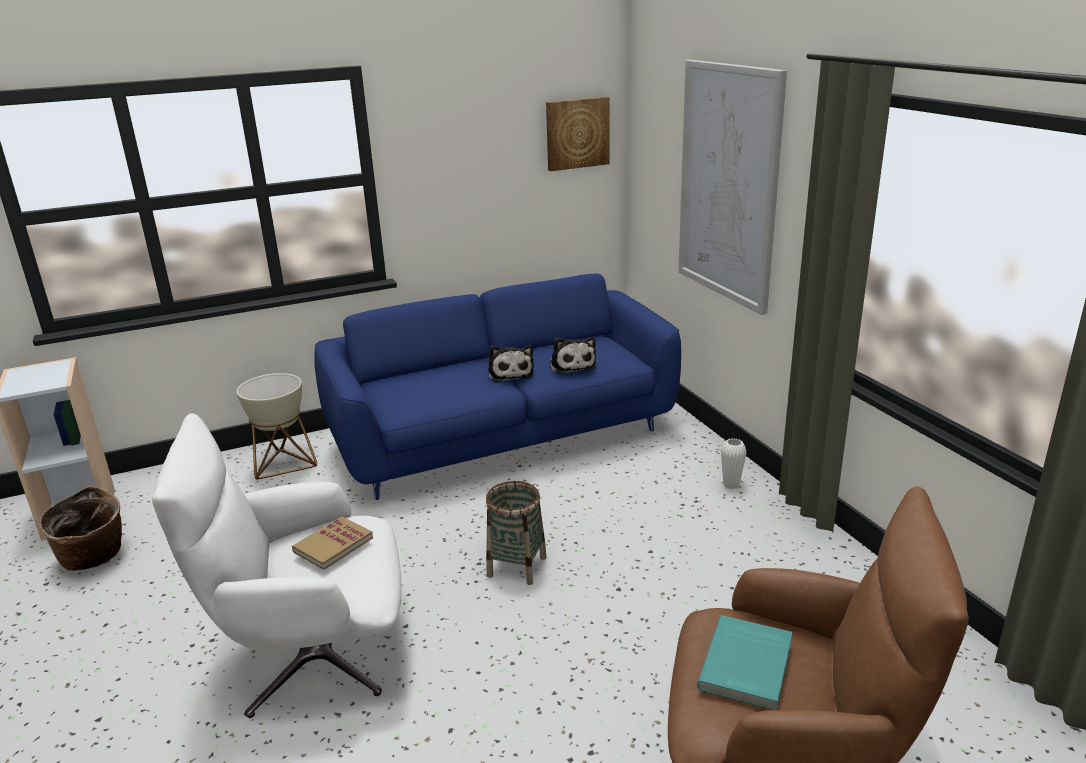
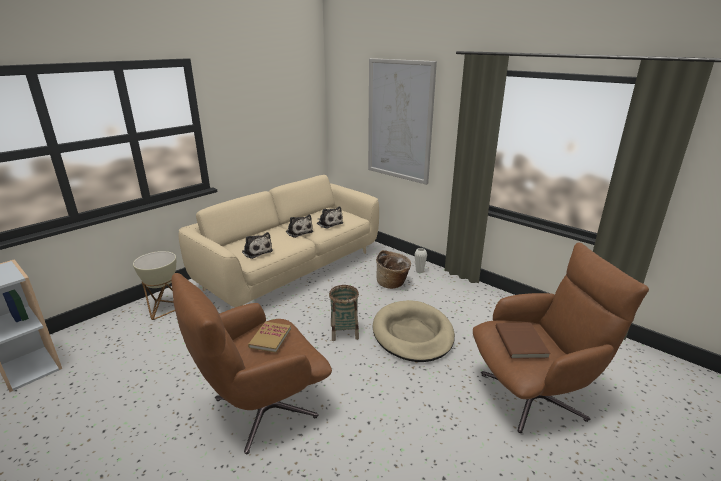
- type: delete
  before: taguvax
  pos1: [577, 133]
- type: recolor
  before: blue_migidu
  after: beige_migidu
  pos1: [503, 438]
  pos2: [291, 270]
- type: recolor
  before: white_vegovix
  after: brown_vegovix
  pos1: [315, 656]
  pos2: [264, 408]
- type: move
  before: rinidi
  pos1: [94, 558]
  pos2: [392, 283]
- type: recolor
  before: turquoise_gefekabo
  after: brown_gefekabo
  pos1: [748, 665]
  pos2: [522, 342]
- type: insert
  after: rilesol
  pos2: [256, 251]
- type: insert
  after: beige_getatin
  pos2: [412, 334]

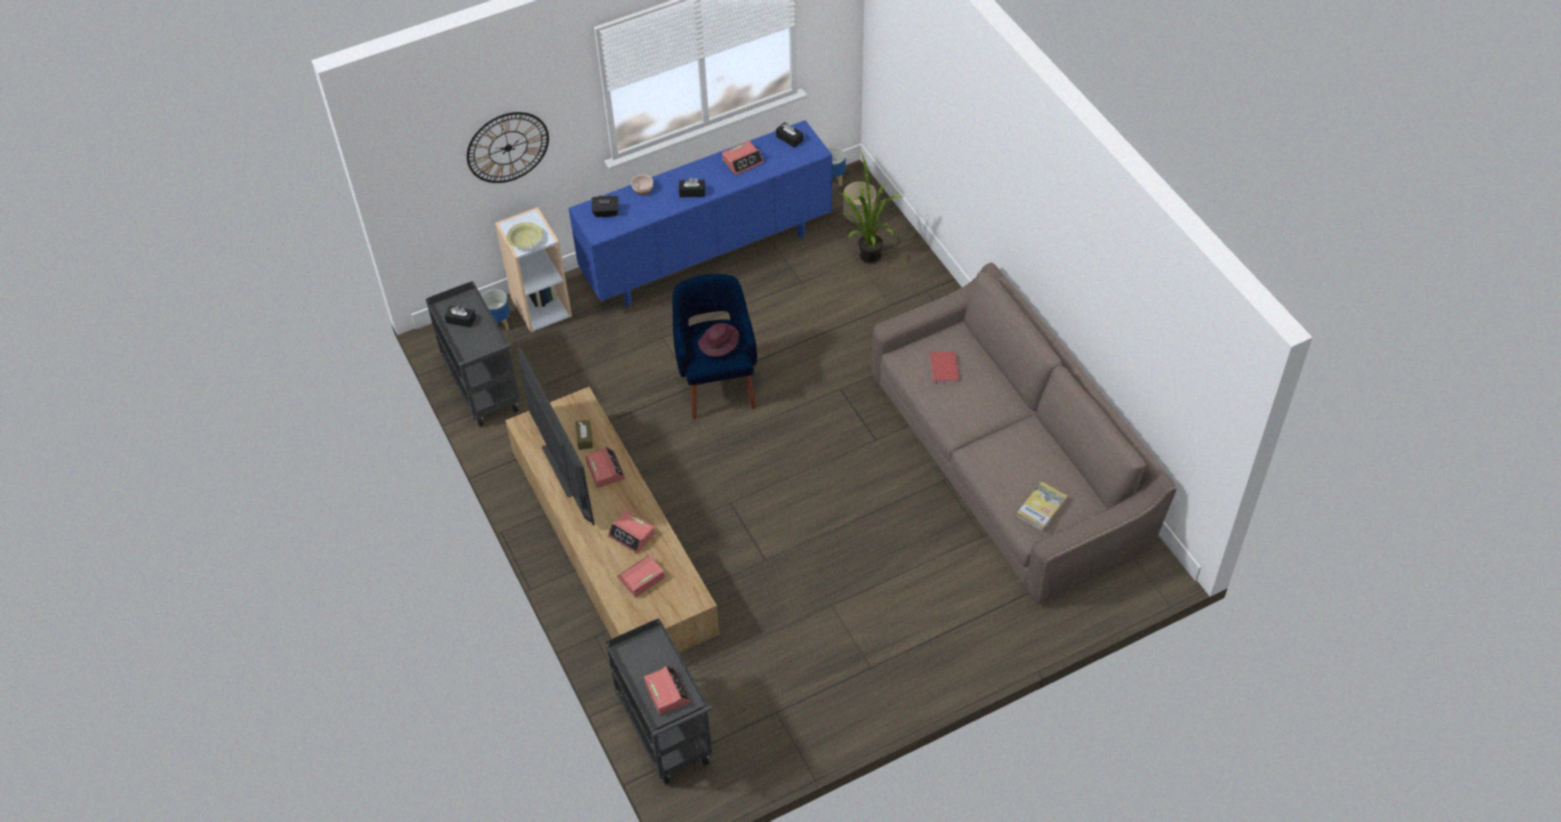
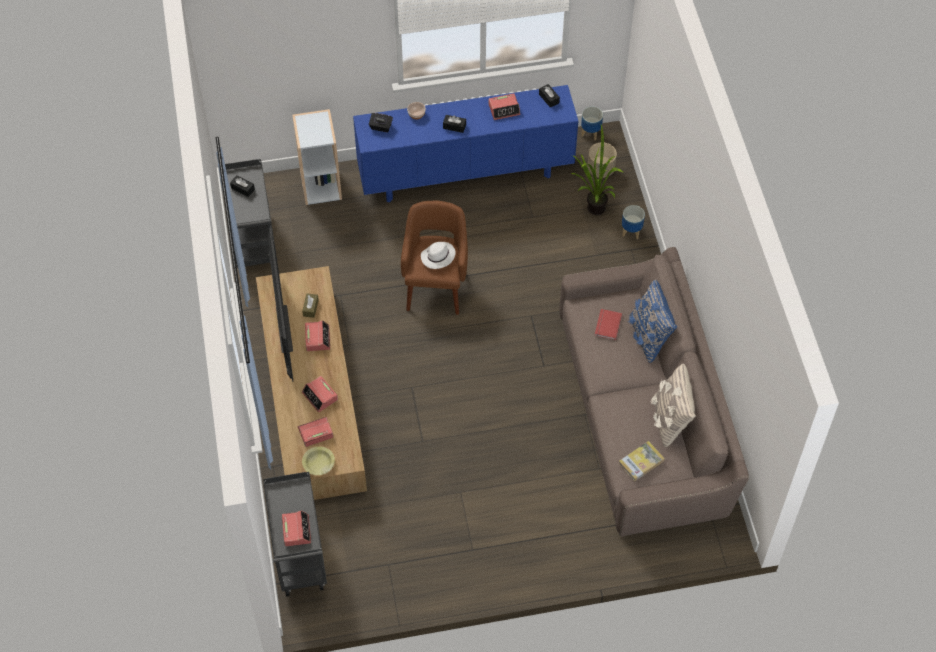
- type: delete
  before: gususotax
  pos1: [508, 147]
- type: move
  before: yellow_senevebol
  pos1: [525, 240]
  pos2: [318, 463]
- type: recolor
  before: blue_vegovix
  after: brown_vegovix
  pos1: [717, 383]
  pos2: [436, 285]
- type: move
  before: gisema
  pos1: [499, 322]
  pos2: [631, 231]
- type: recolor
  before: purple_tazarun
  after: white_tazarun
  pos1: [718, 343]
  pos2: [437, 257]
- type: insert
  after: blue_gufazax
  pos2: [648, 337]
- type: insert
  after: beige_gufazax
  pos2: [669, 420]

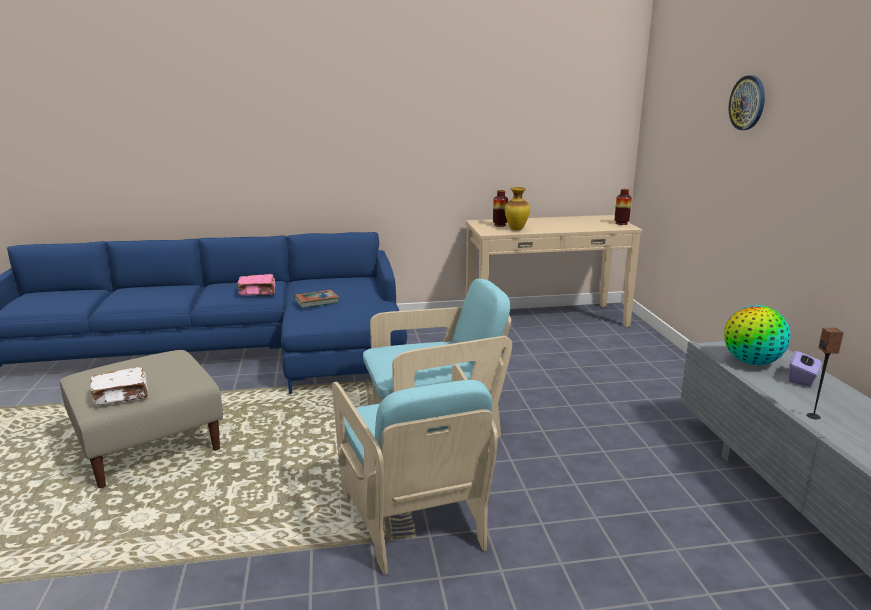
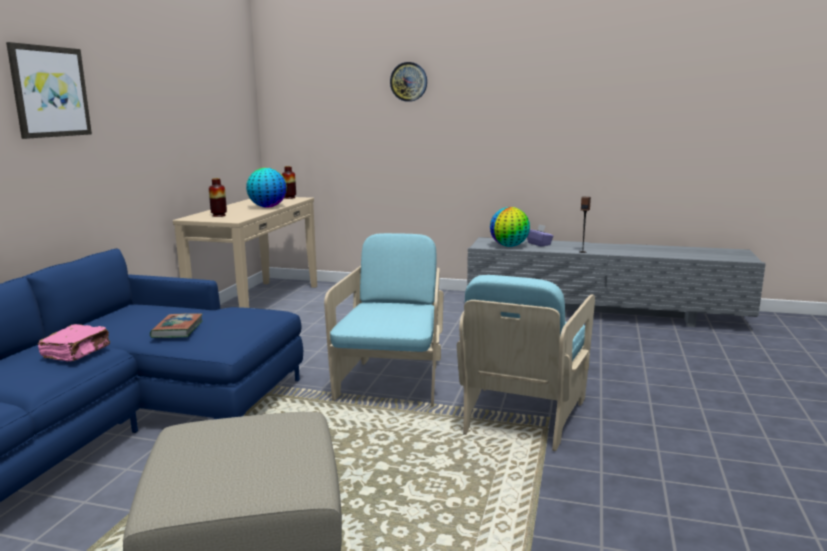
- type: delete
  before: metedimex
  pos1: [516, 229]
- type: rotate
  before: turquoise_vegovix
  pos1: [414, 516]
  pos2: [522, 414]
  turn: 105
- type: delete
  before: white_gefekabo
  pos1: [122, 395]
- type: insert
  after: taguvax
  pos2: [49, 91]
- type: insert
  after: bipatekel
  pos2: [267, 207]

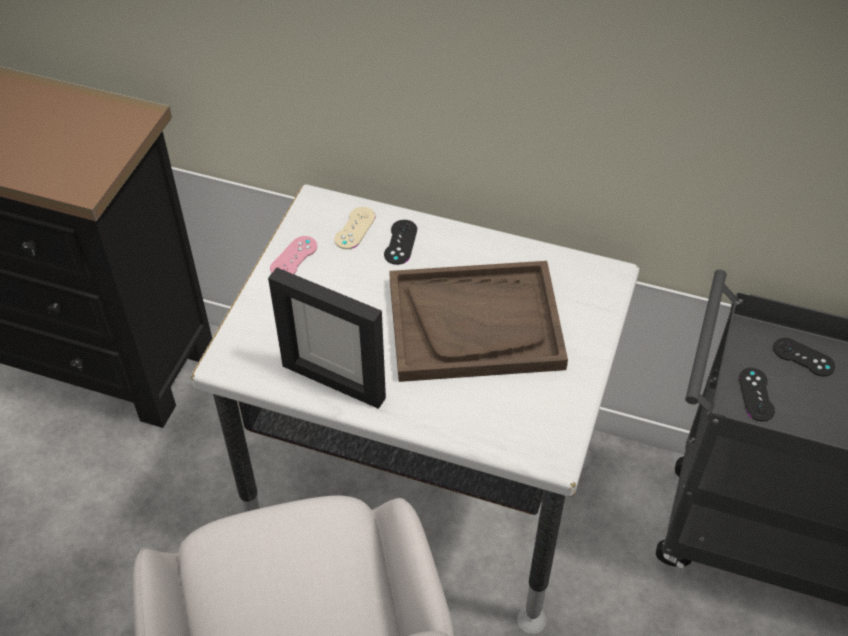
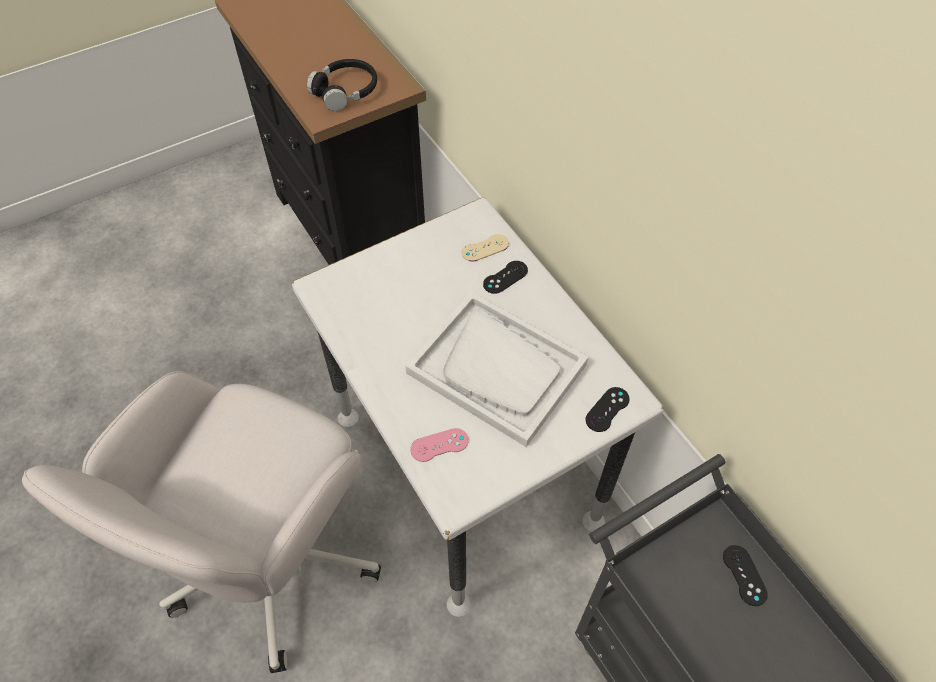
- type: move
  before: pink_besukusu
  pos1: [294, 257]
  pos2: [439, 445]
- type: recolor
  before: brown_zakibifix
  after: white_zakibifix
  pos1: [475, 324]
  pos2: [497, 369]
- type: delete
  before: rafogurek
  pos1: [335, 380]
- type: move
  before: black_besukusu
  pos1: [756, 394]
  pos2: [607, 409]
- type: insert
  after: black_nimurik
  pos2: [345, 91]

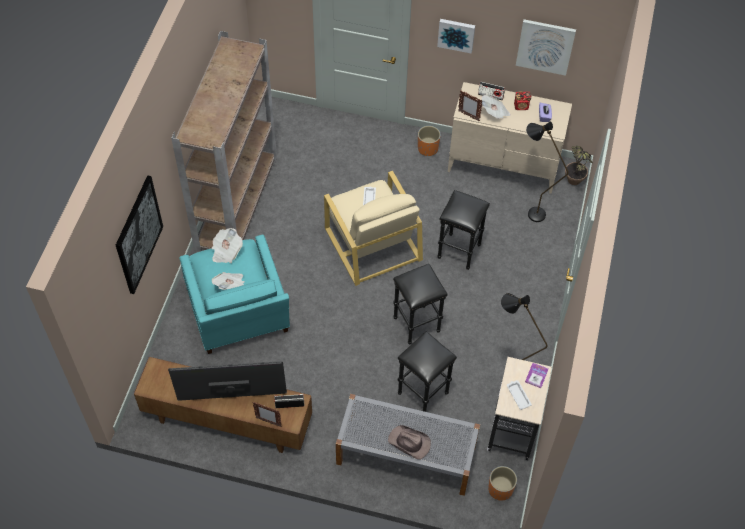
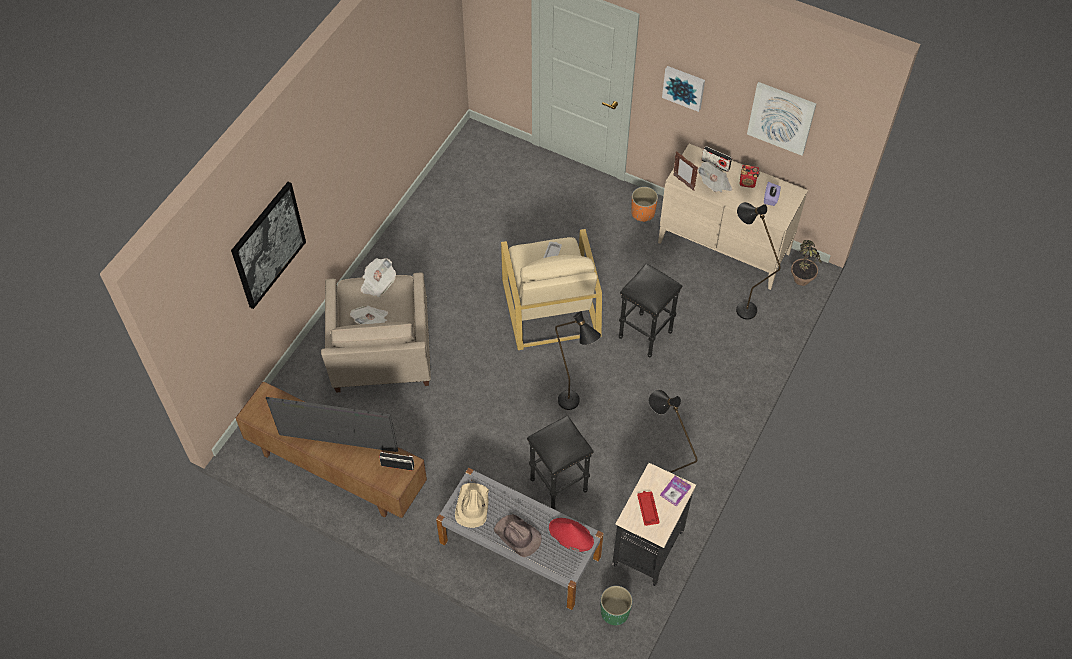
- type: delete
  before: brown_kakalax
  pos1: [236, 202]
- type: recolor
  before: turquoise_vegovix
  after: beige_vegovix
  pos1: [237, 310]
  pos2: [381, 351]
- type: replace
  before: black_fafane
  after: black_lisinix
  pos1: [417, 323]
  pos2: [574, 406]
- type: recolor
  before: white_zakibifix
  after: red_zakibifix
  pos1: [518, 395]
  pos2: [647, 509]
- type: delete
  before: rafogurek
  pos1: [268, 422]
- type: recolor
  before: orange_gisema
  after: green_gisema
  pos1: [500, 489]
  pos2: [615, 612]
- type: insert
  after: beige_tazarun
  pos2: [472, 506]
- type: insert
  after: red_tazarun
  pos2: [570, 535]

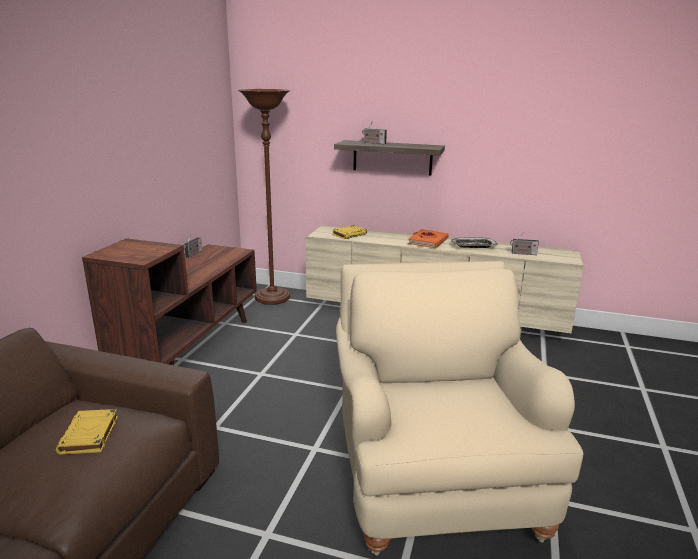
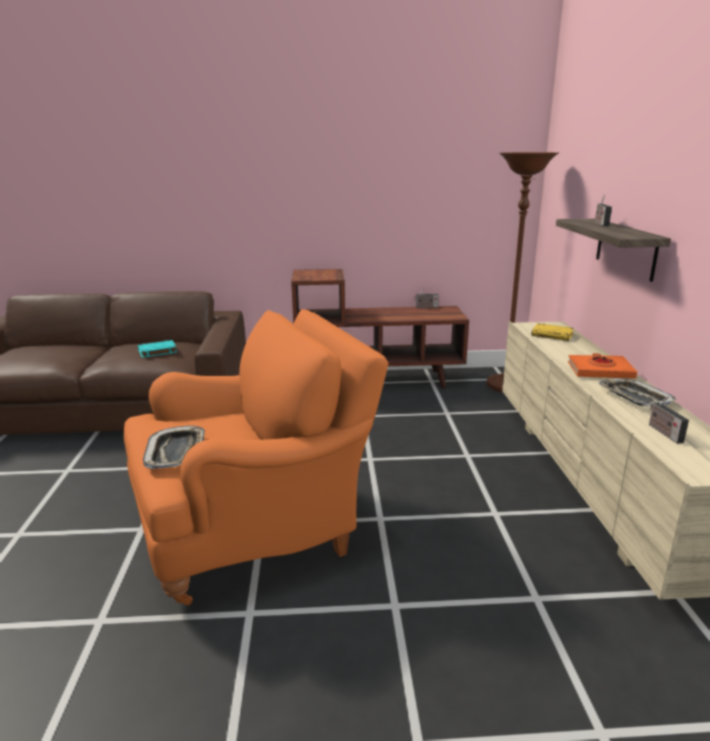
- type: recolor
  before: beige_vegovix
  after: orange_vegovix
  pos1: [433, 478]
  pos2: [256, 528]
- type: recolor
  before: yellow_gefekabo
  after: turquoise_gefekabo
  pos1: [89, 435]
  pos2: [157, 351]
- type: insert
  after: zakibifix
  pos2: [177, 452]

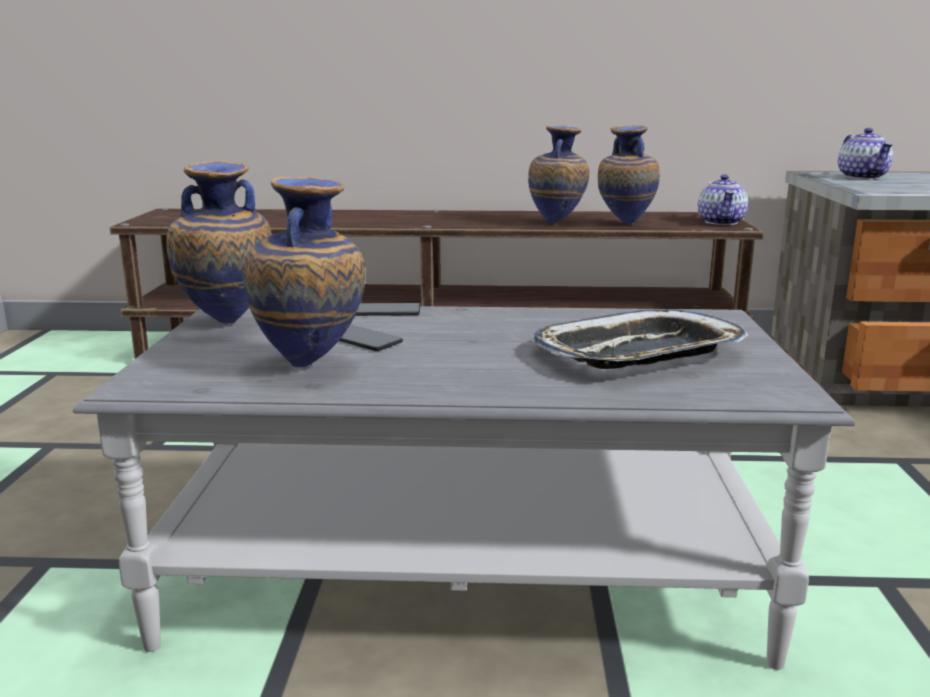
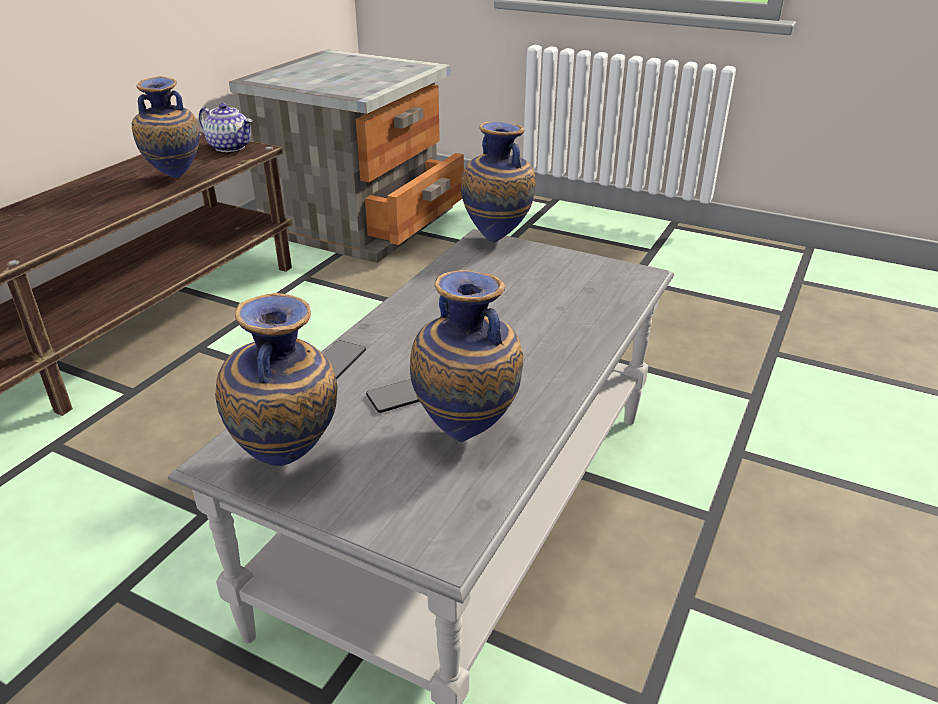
- type: move
  before: metedimex
  pos1: [557, 224]
  pos2: [498, 239]
- type: delete
  before: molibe
  pos1: [863, 177]
- type: delete
  before: zakibifix
  pos1: [638, 354]

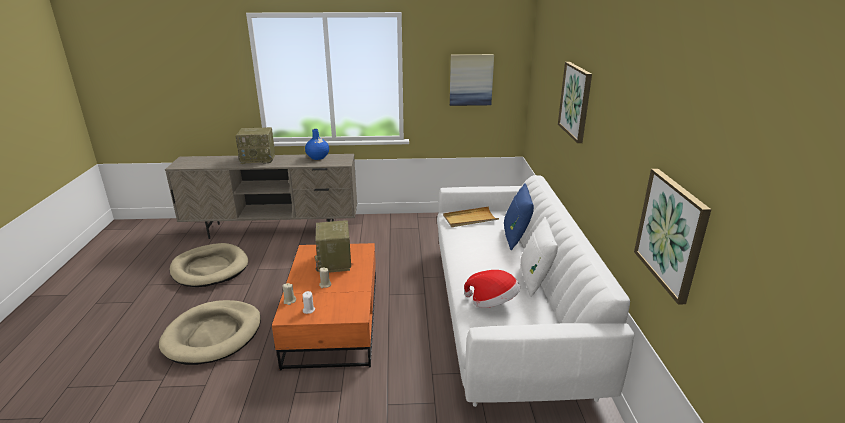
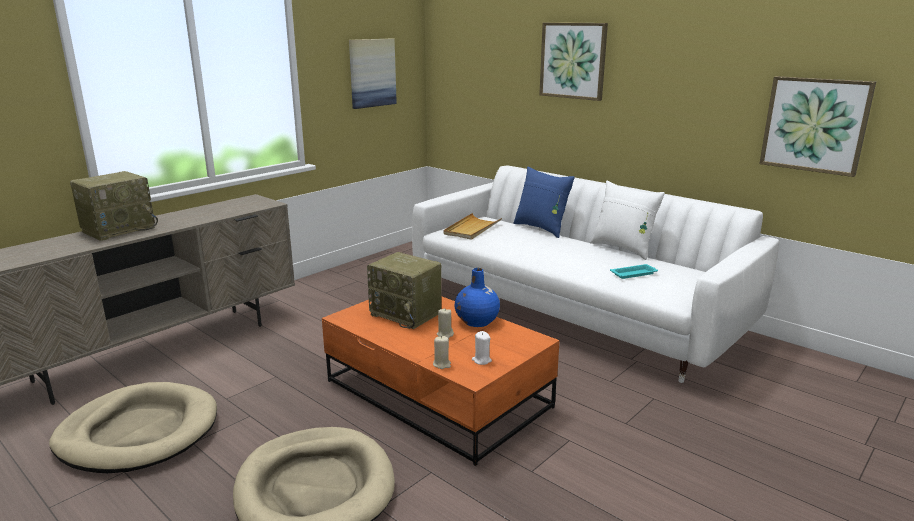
- type: move
  before: blue_metedimex
  pos1: [317, 157]
  pos2: [477, 321]
- type: replace
  before: tazarun
  after: turquoise_zakibifix
  pos1: [492, 303]
  pos2: [634, 274]

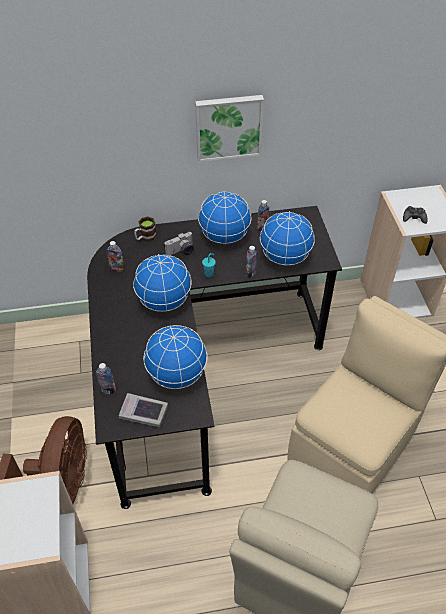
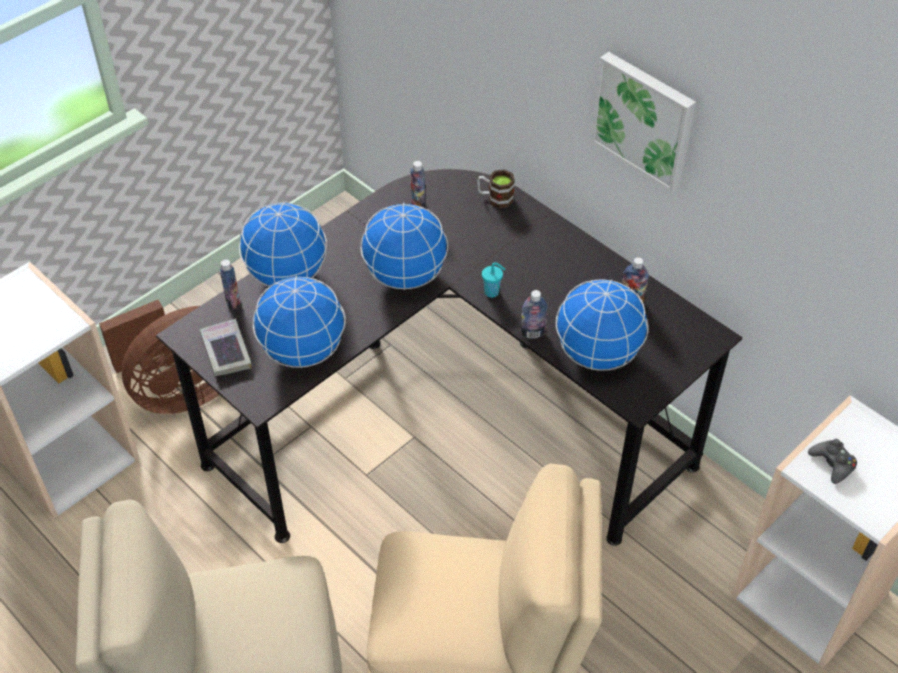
- type: move
  before: bipatekel
  pos1: [224, 237]
  pos2: [287, 275]
- type: delete
  before: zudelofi
  pos1: [181, 251]

